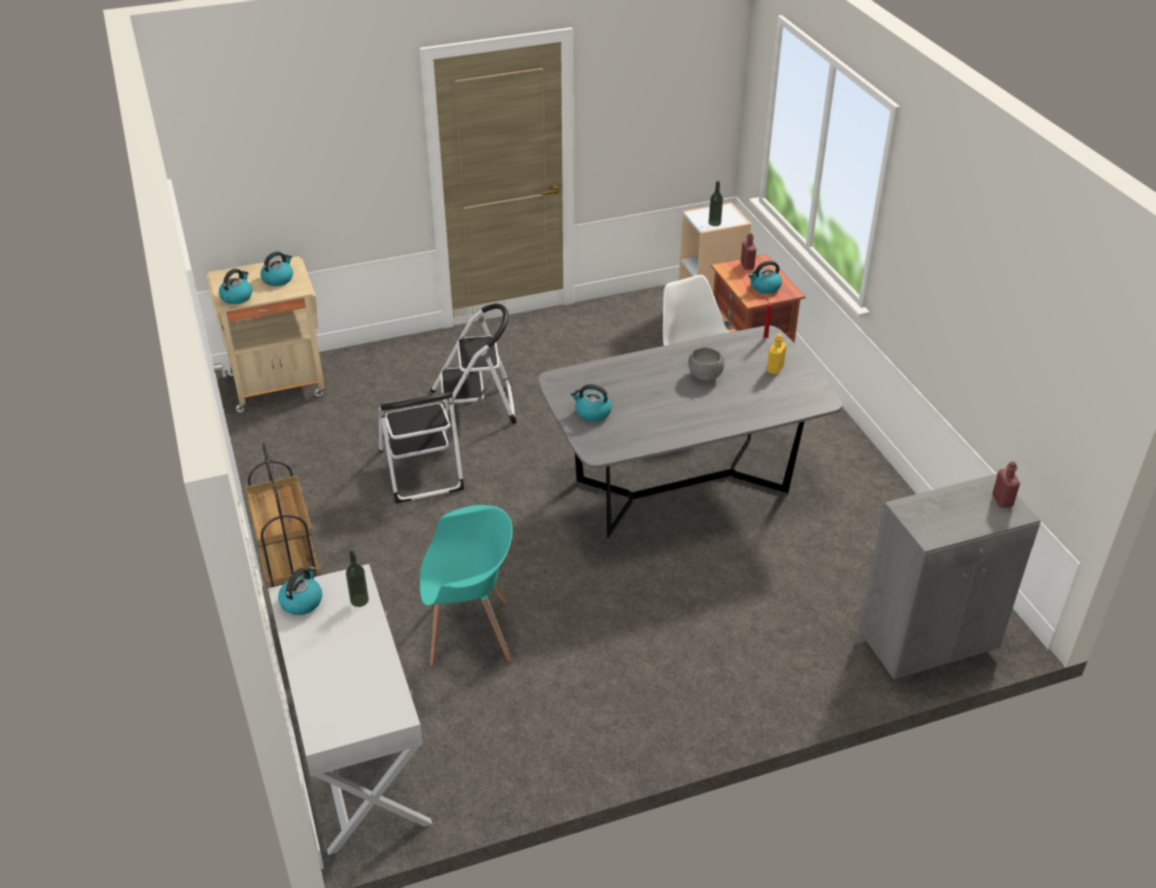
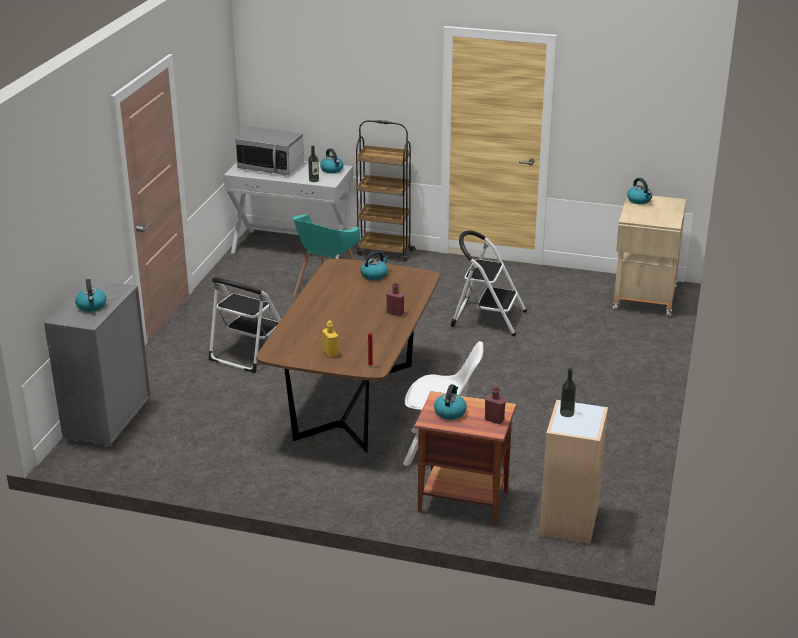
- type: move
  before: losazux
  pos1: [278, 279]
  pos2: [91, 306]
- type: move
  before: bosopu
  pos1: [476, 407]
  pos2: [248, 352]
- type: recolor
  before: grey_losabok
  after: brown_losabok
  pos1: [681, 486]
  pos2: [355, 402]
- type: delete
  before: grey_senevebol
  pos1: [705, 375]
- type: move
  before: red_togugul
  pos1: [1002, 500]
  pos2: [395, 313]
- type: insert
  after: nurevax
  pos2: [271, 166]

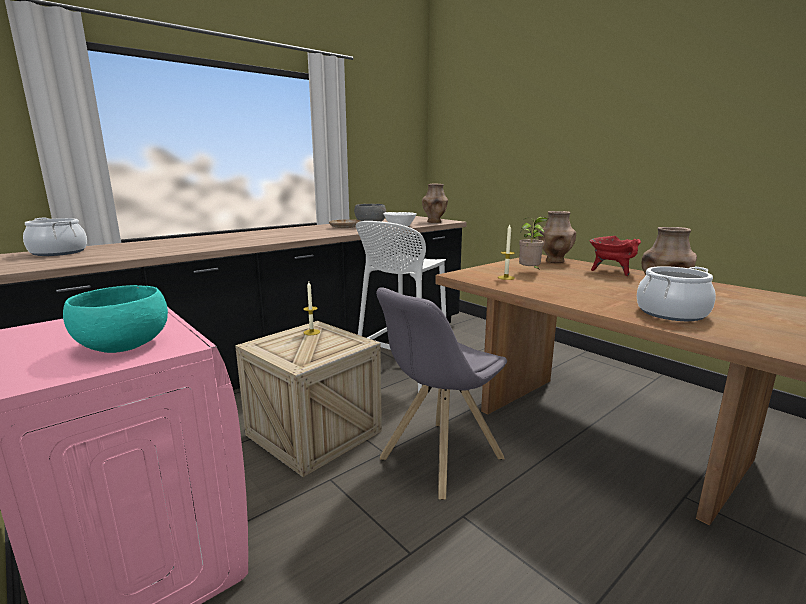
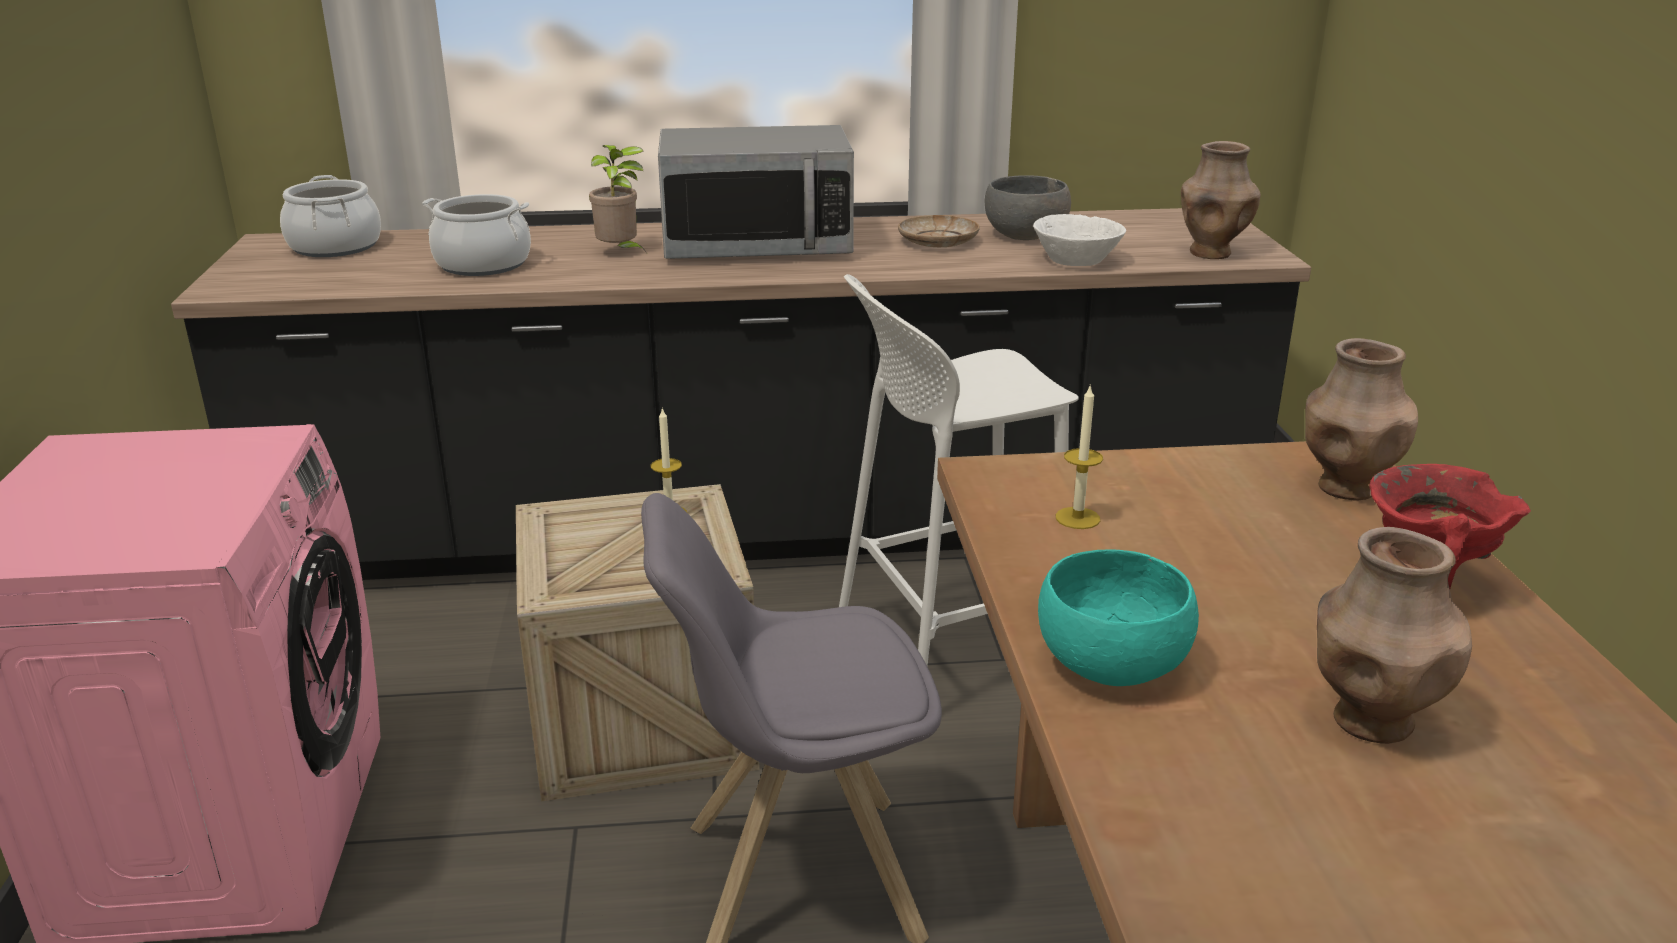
- type: move
  before: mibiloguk
  pos1: [530, 272]
  pos2: [620, 253]
- type: move
  before: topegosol
  pos1: [671, 313]
  pos2: [483, 264]
- type: move
  before: turquoise_senevebol
  pos1: [124, 345]
  pos2: [1112, 663]
- type: insert
  after: nurevax
  pos2: [757, 245]

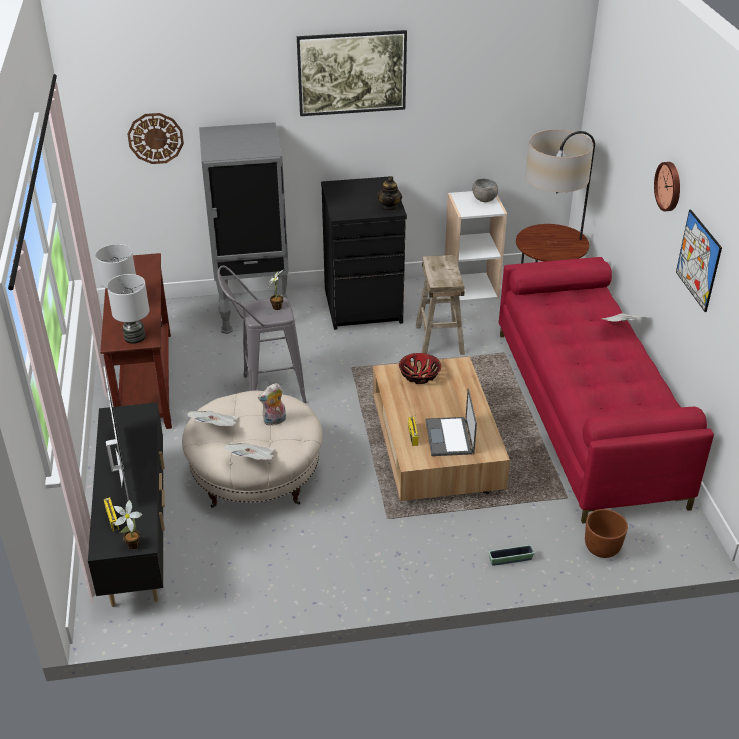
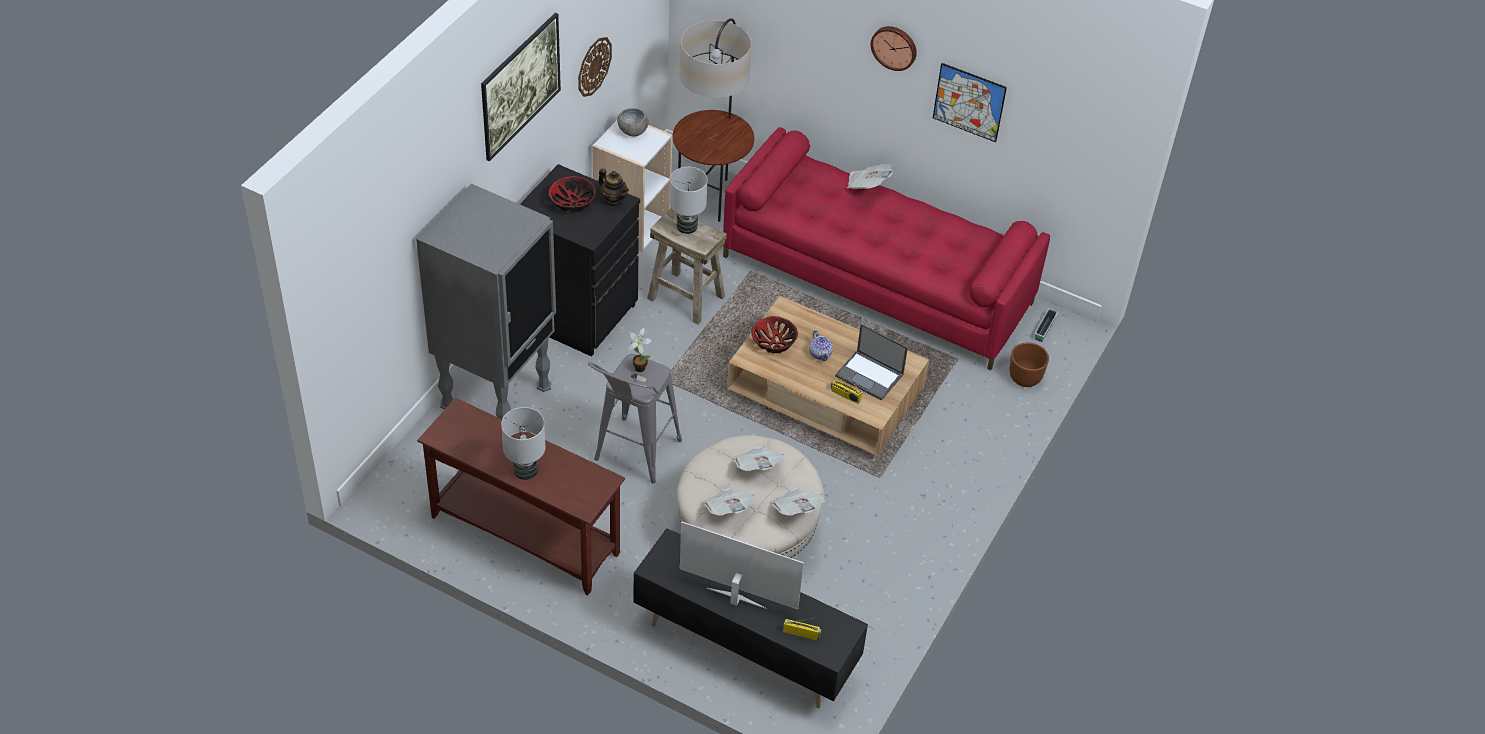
- type: move
  before: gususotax
  pos1: [155, 138]
  pos2: [594, 66]
- type: move
  before: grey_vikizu
  pos1: [135, 337]
  pos2: [686, 226]
- type: replace
  before: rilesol
  after: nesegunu
  pos1: [274, 421]
  pos2: [758, 467]
- type: delete
  before: mibiloguk
  pos1: [131, 546]
- type: move
  before: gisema
  pos1: [510, 559]
  pos2: [1044, 329]
- type: insert
  after: senevebol
  pos2: [572, 202]
- type: insert
  after: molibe
  pos2: [820, 354]

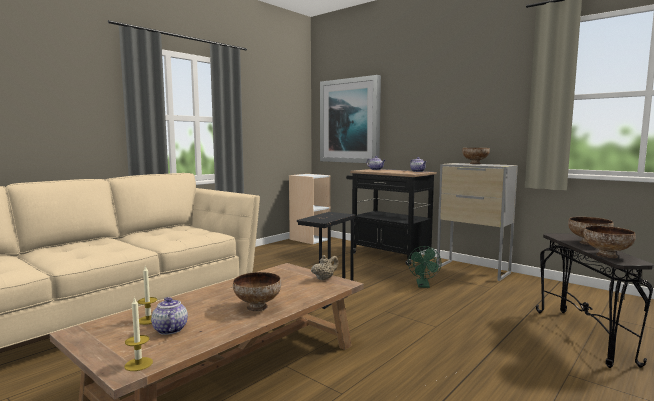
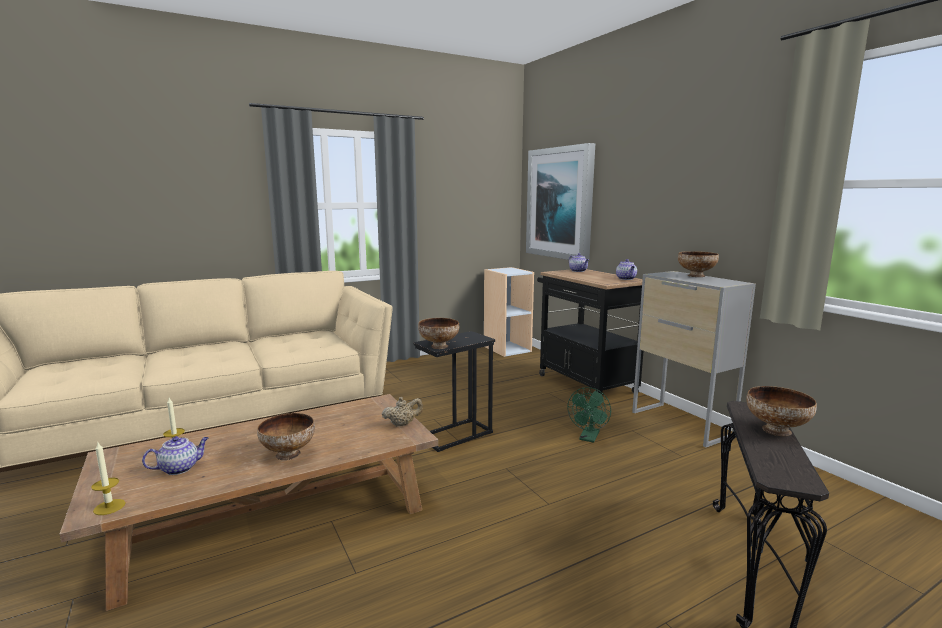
- type: move
  before: senevebol
  pos1: [606, 255]
  pos2: [438, 346]
- type: rotate
  before: molibe
  pos1: [169, 329]
  pos2: [180, 468]
  turn: 60

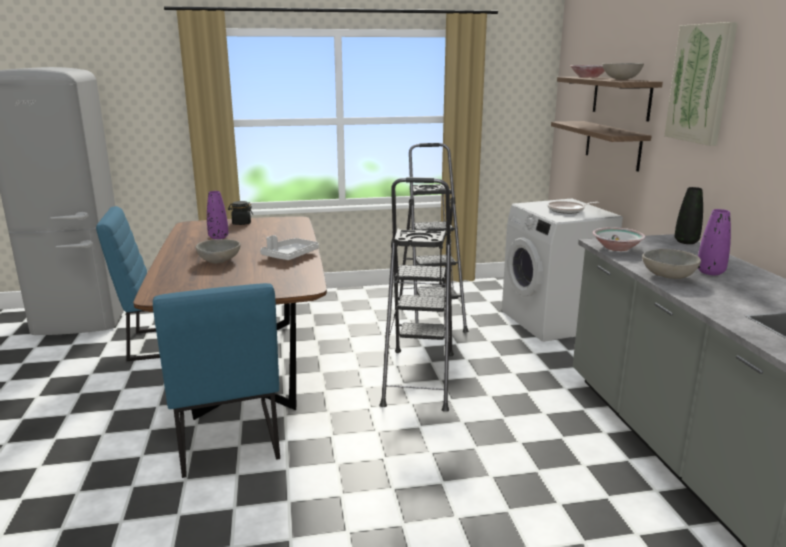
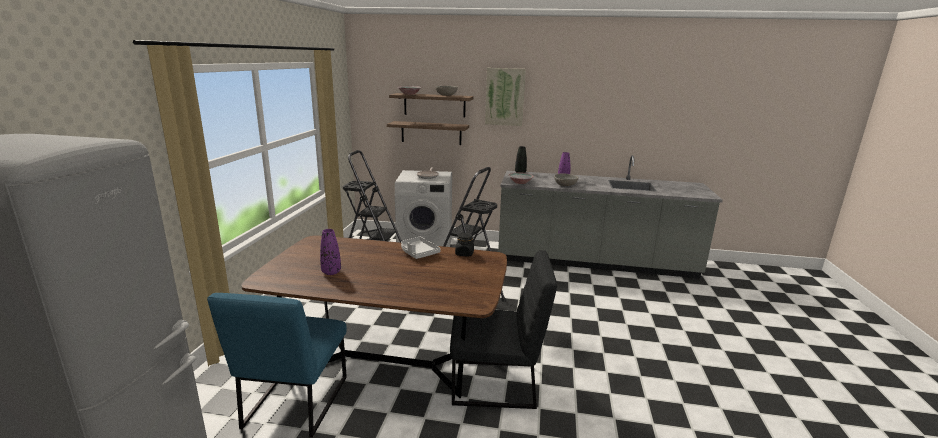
- type: move
  before: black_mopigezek
  pos1: [241, 223]
  pos2: [464, 253]
- type: delete
  before: grey_senevebol
  pos1: [219, 261]
- type: recolor
  before: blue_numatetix
  after: black_numatetix
  pos1: [226, 439]
  pos2: [496, 384]

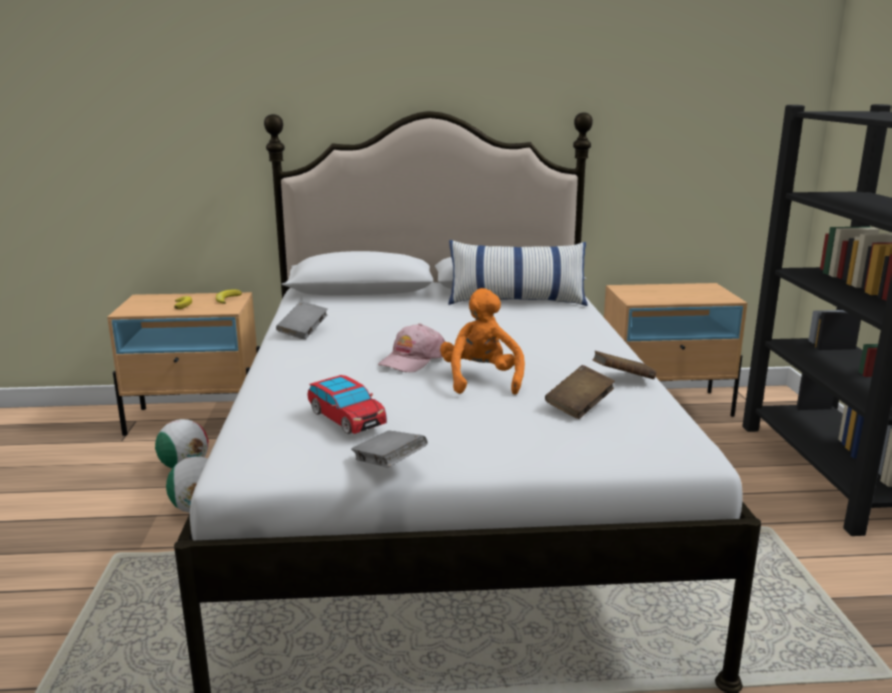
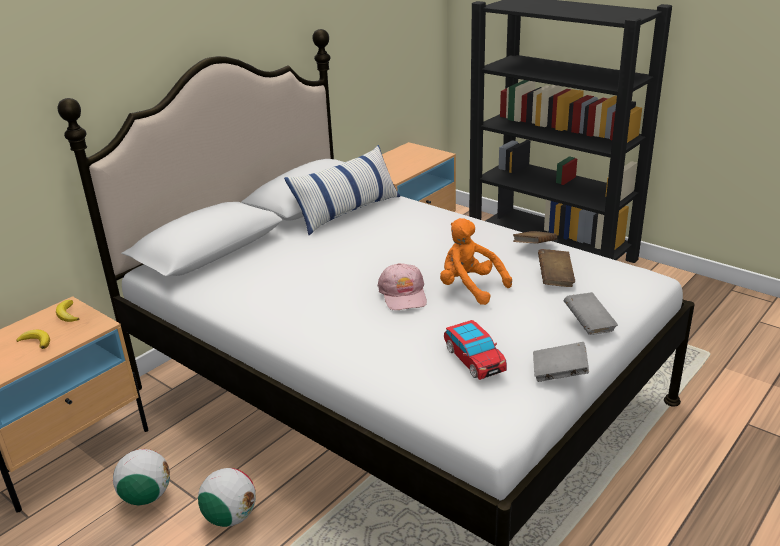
- type: move
  before: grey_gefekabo
  pos1: [303, 332]
  pos2: [589, 324]
- type: rotate
  before: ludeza
  pos1: [346, 418]
  pos2: [474, 359]
  turn: 60

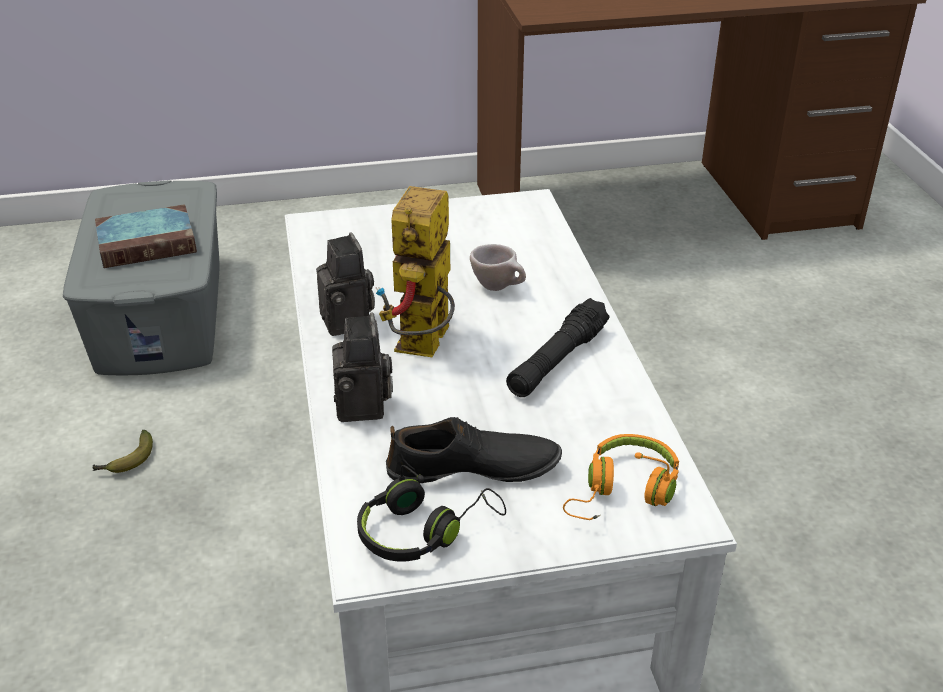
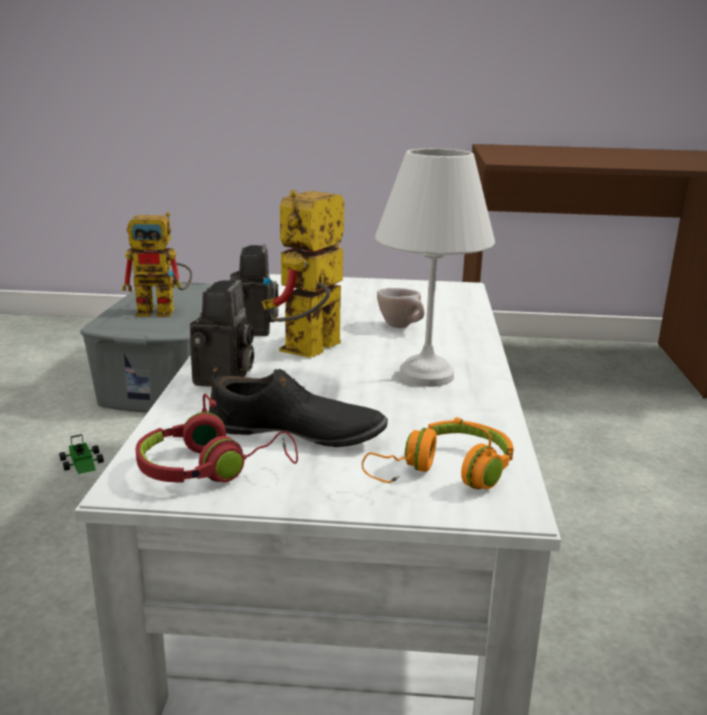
- type: replace
  before: gefekabo
  after: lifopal
  pos1: [149, 243]
  pos2: [164, 311]
- type: replace
  before: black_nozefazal
  after: white_vikizu
  pos1: [557, 361]
  pos2: [429, 375]
- type: replace
  before: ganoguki
  after: ludeza
  pos1: [127, 461]
  pos2: [82, 463]
- type: recolor
  before: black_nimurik
  after: red_nimurik
  pos1: [424, 530]
  pos2: [212, 468]

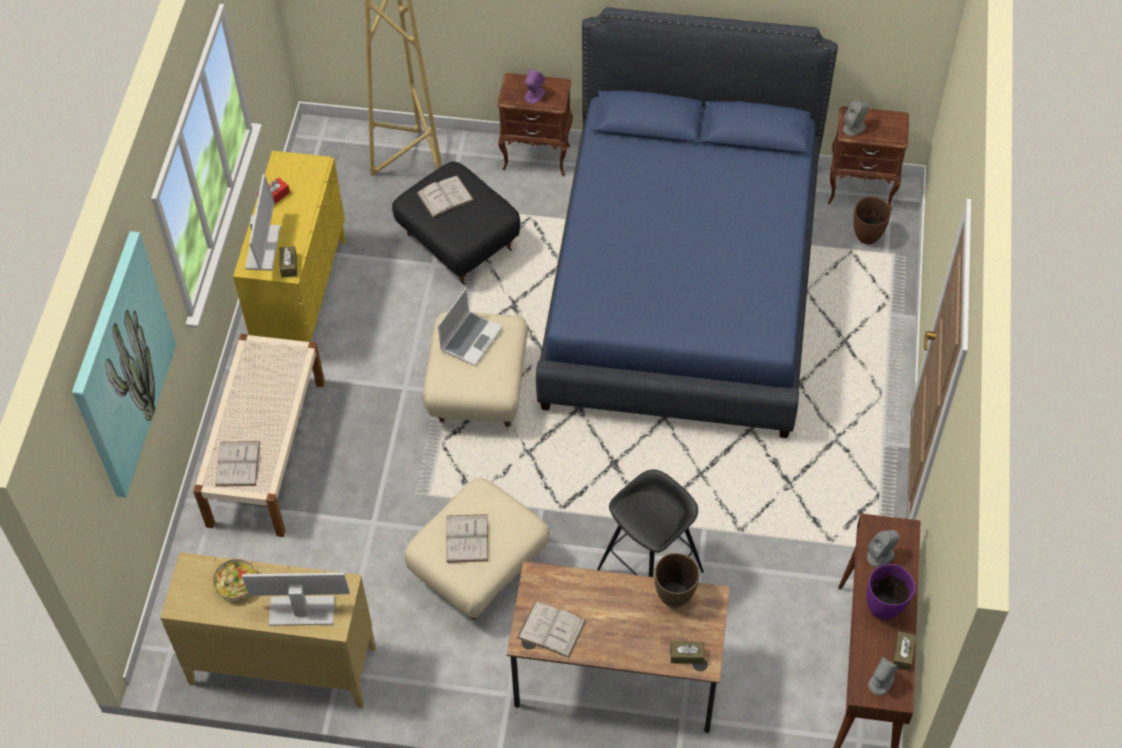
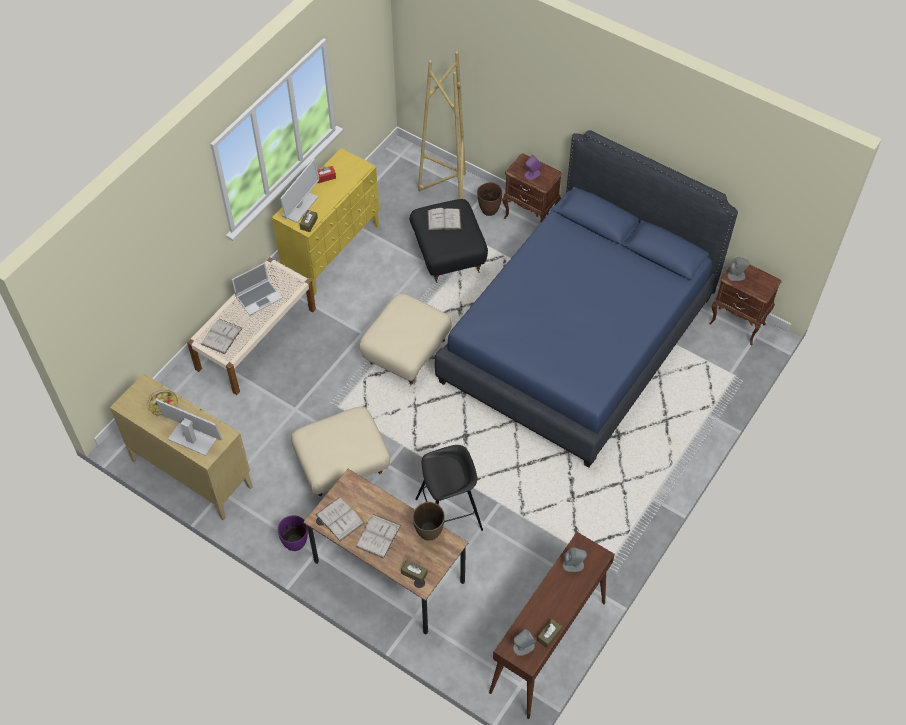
- type: move
  before: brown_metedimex
  pos1: [867, 237]
  pos2: [489, 210]
- type: delete
  before: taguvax
  pos1: [121, 365]
- type: move
  before: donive
  pos1: [470, 338]
  pos2: [259, 297]
- type: move
  before: white_gefekabo
  pos1: [467, 538]
  pos2: [378, 536]
- type: move
  before: purple_metedimex
  pos1: [884, 608]
  pos2: [296, 543]

